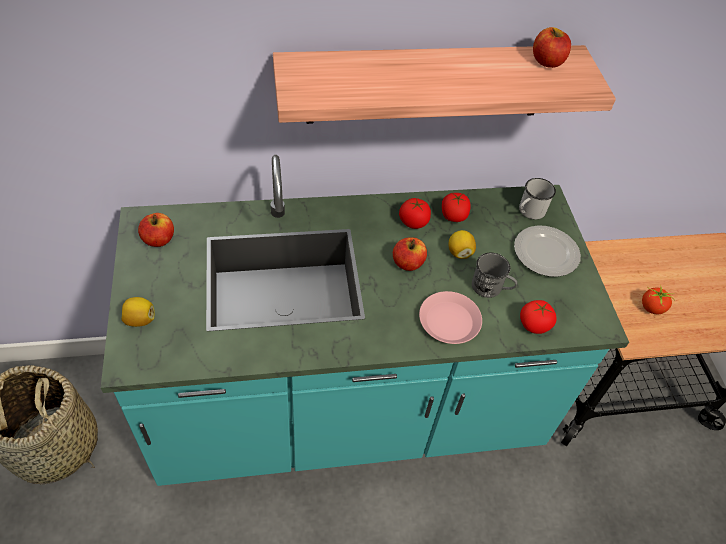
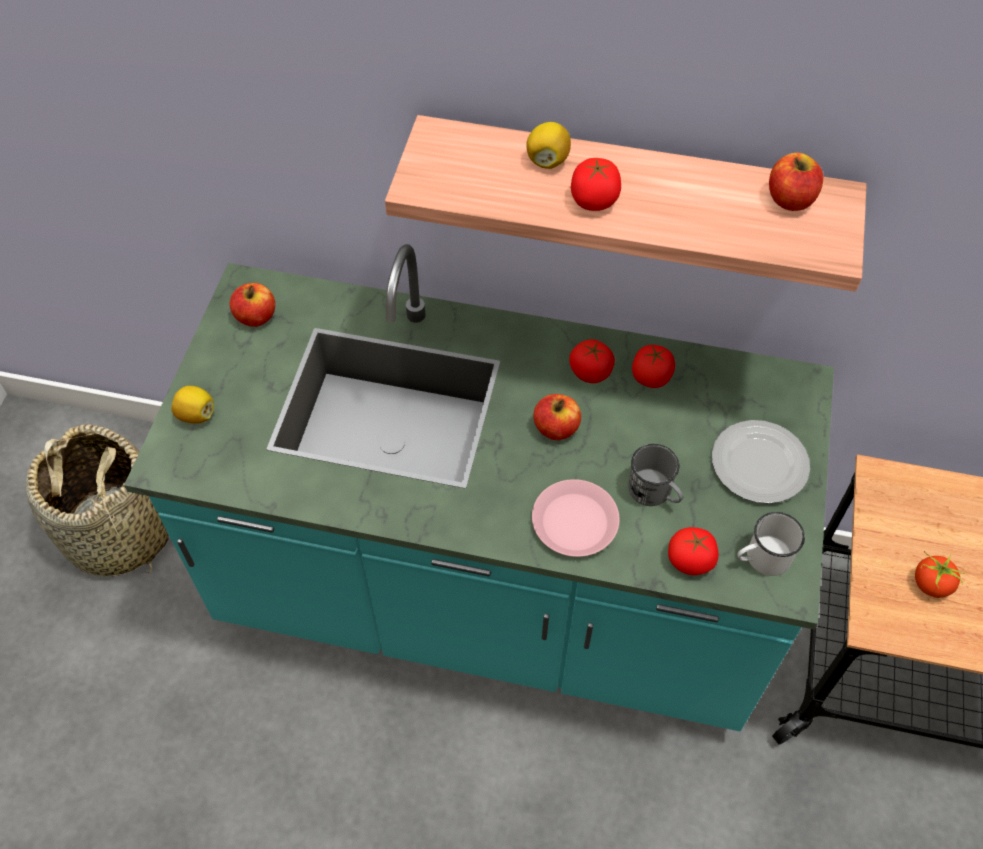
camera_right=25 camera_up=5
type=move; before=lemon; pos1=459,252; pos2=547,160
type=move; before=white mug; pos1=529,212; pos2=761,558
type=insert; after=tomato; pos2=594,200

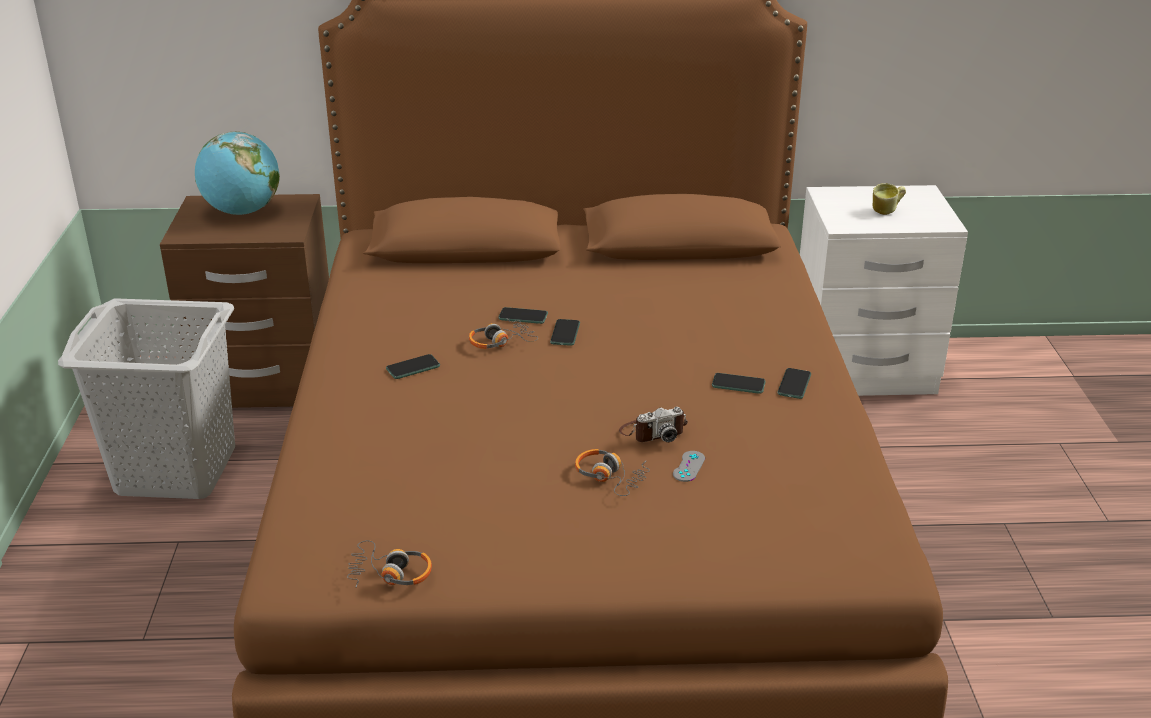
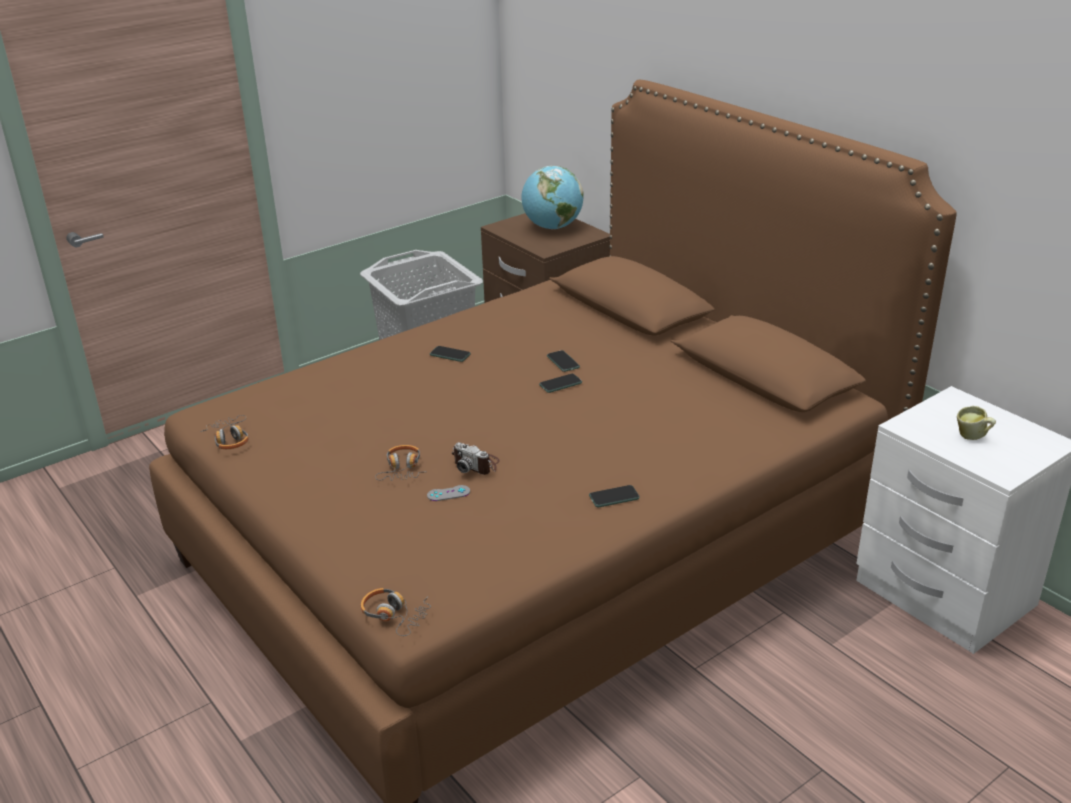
camera_right=55 camera_up=0
type=move; before=headphones; pos1=501,342; pos2=394,616
type=delete; before=phone; pos1=738,384

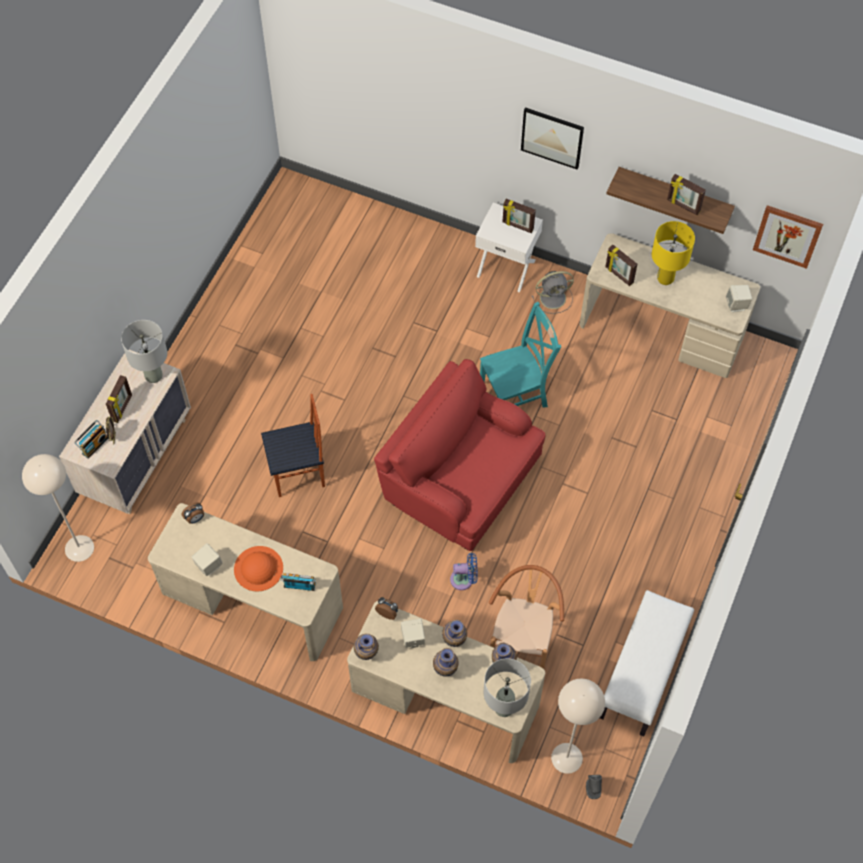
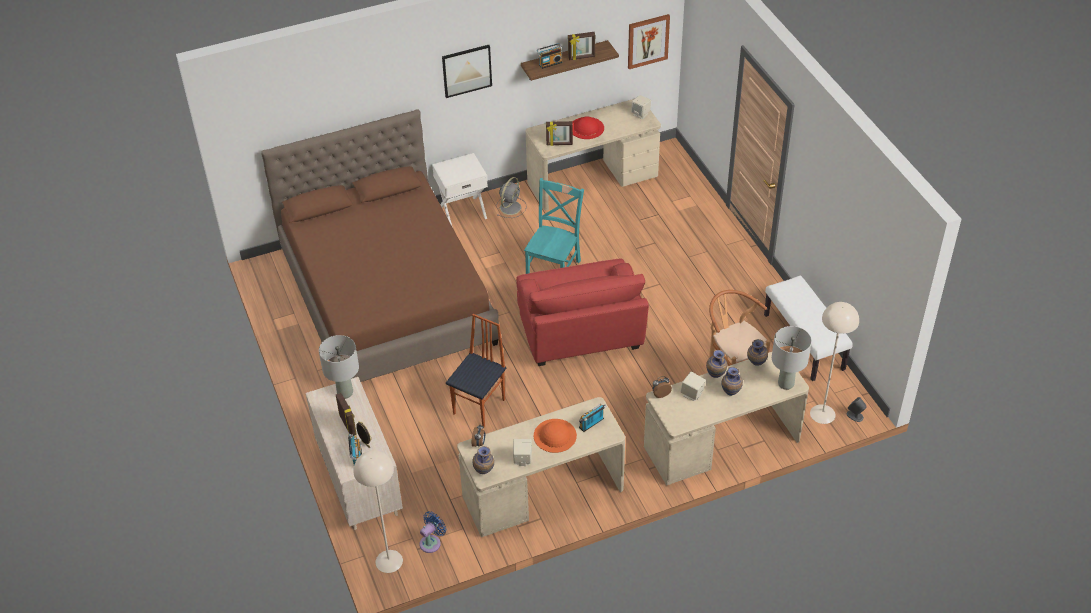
camera_right=-45 camera_up=-15
type=move; before=vase; pos1=366,654; pos2=484,472
type=rotate; before=red armchair; pos1=460,479; pos2=580,333; turn=-90
type=move; before=blue fan; pos1=464,579; pos2=432,542
type=delete; before=picture frame; pos1=517,226
type=replace; before=yellow table lamp; after=red hat; pos1=665,278; pos2=586,128
type=insert; after=brown bed; pos2=387,296
type=insert; after=radio; pos2=550,63

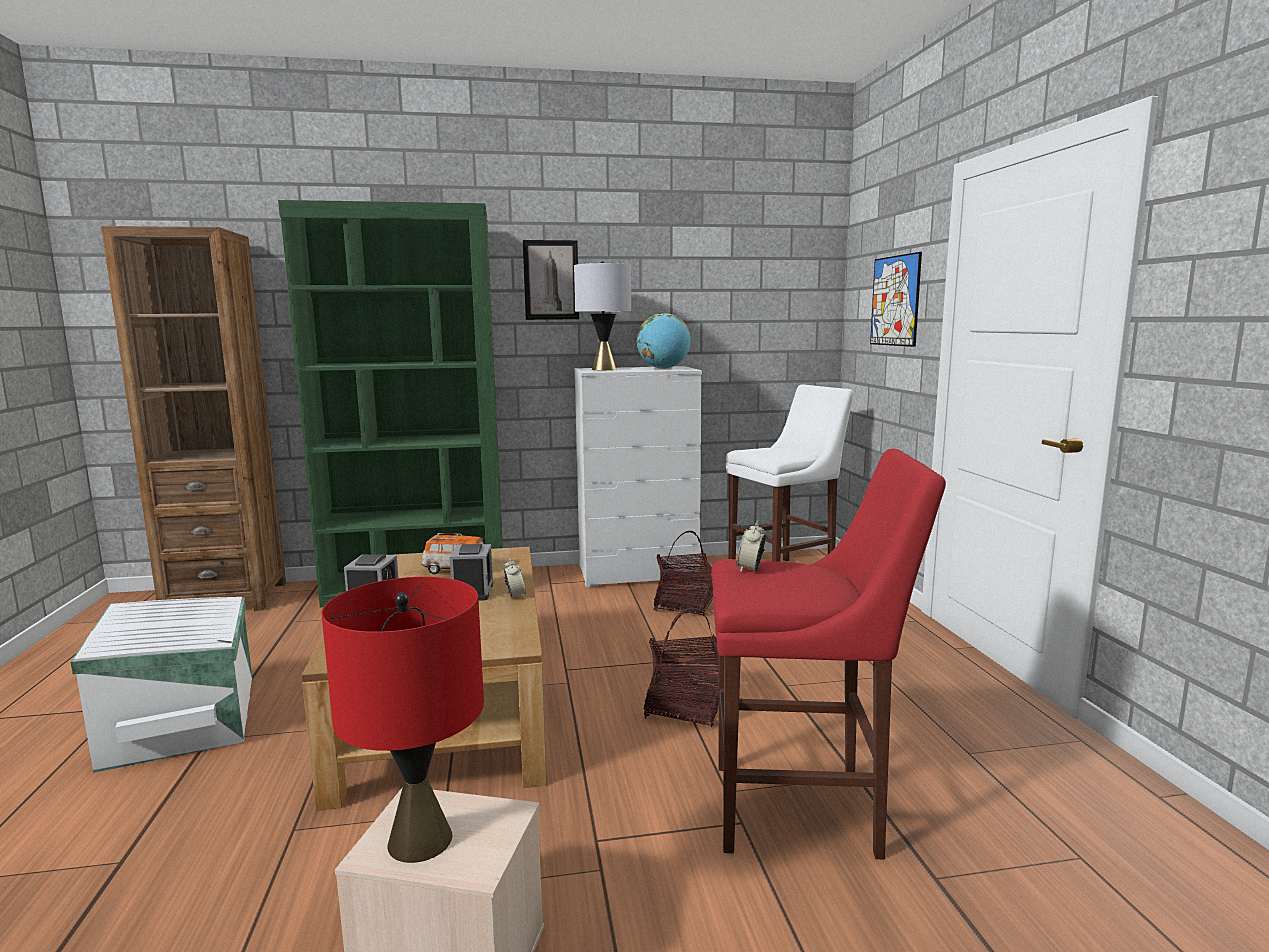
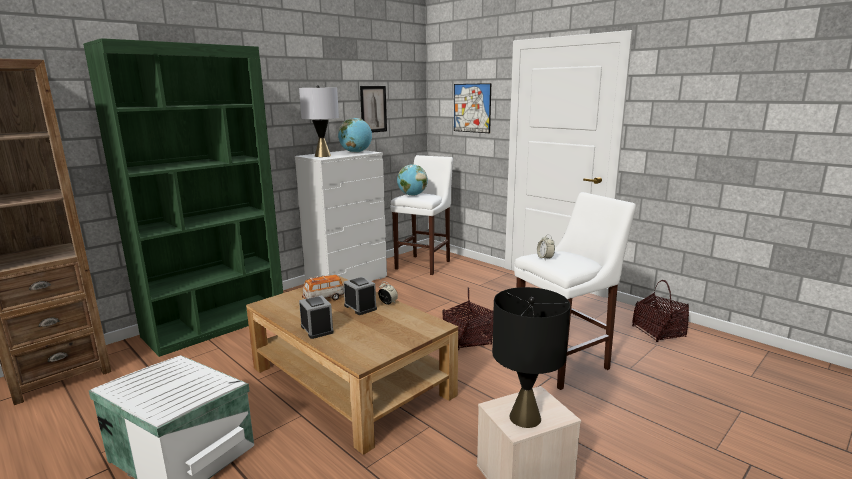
camera_right=-35 camera_up=5
type=recolor; before=red table lamp; after=black table lamp; pos1=420,840; pos2=524,417
type=move; before=picture; pos1=551,280; pos2=373,109
type=move; before=basket; pos1=684,605; pos2=658,332
type=recolor; before=red stool; after=white stool; pos1=804,810; pos2=565,363
type=insert; after=globe; pos2=412,195

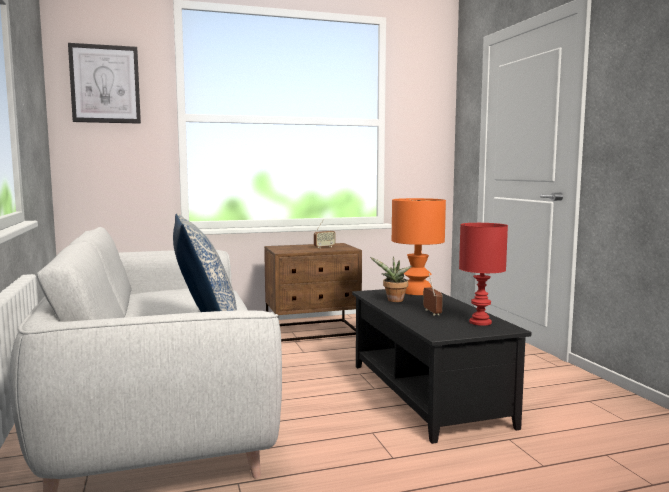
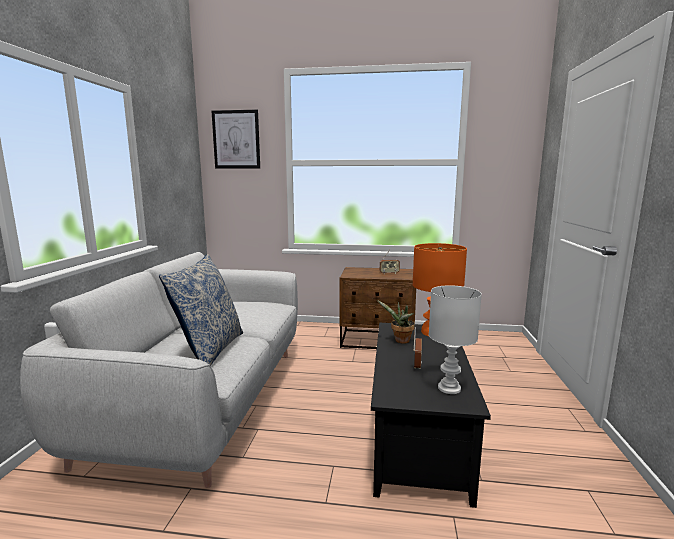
camera_right=25 camera_up=5
type=recolor; before=red table lamp; after=white table lamp; pos1=479,322; pos2=449,388

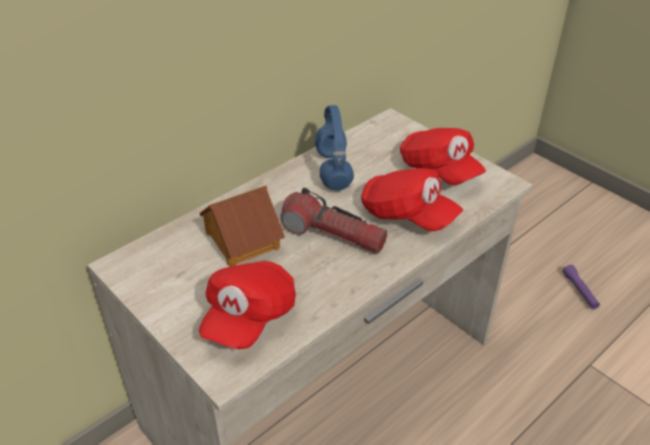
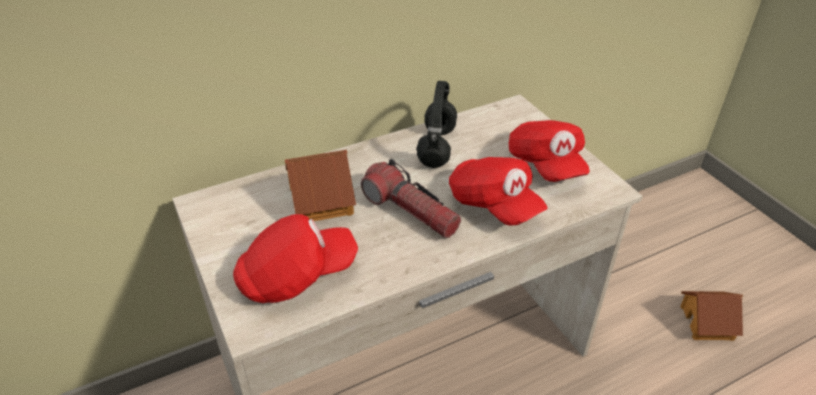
camera_right=15 camera_up=0
type=rotate; before=red cap; pos1=249,316; pos2=296,276; turn=-150
type=recolor; before=blue headphones; after=black headphones; pos1=332,169; pos2=436,146
type=replace; before=purple flashlight; after=toy house; pos1=579,291; pos2=707,322

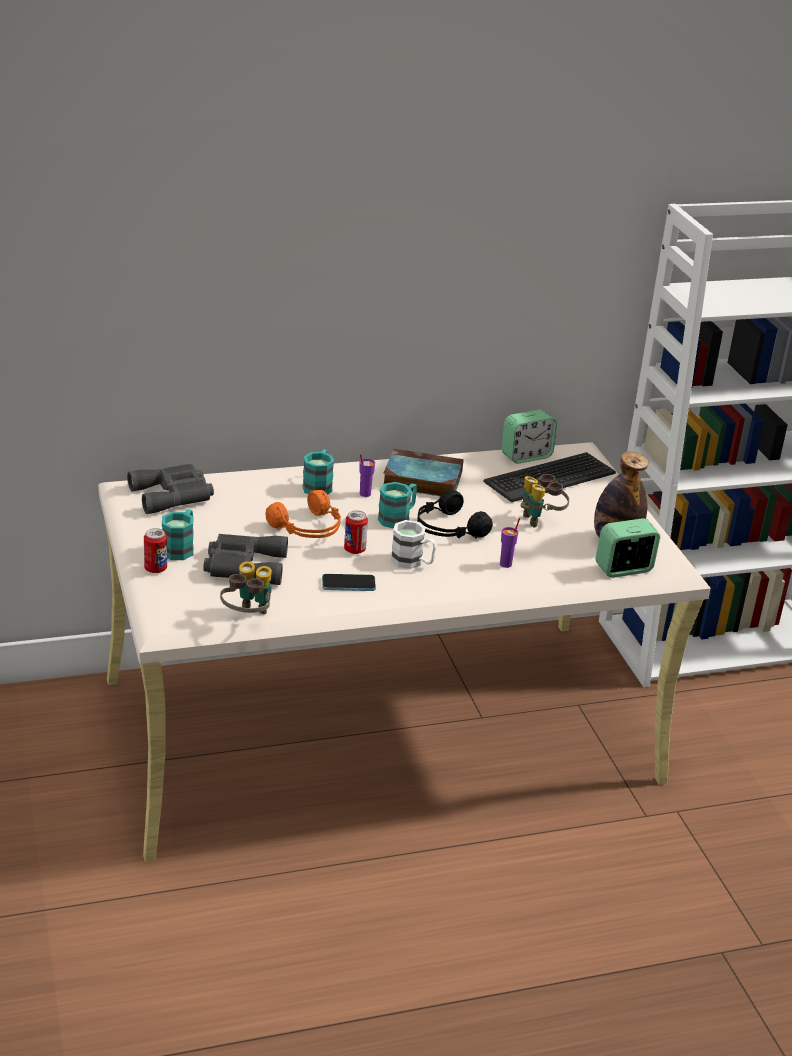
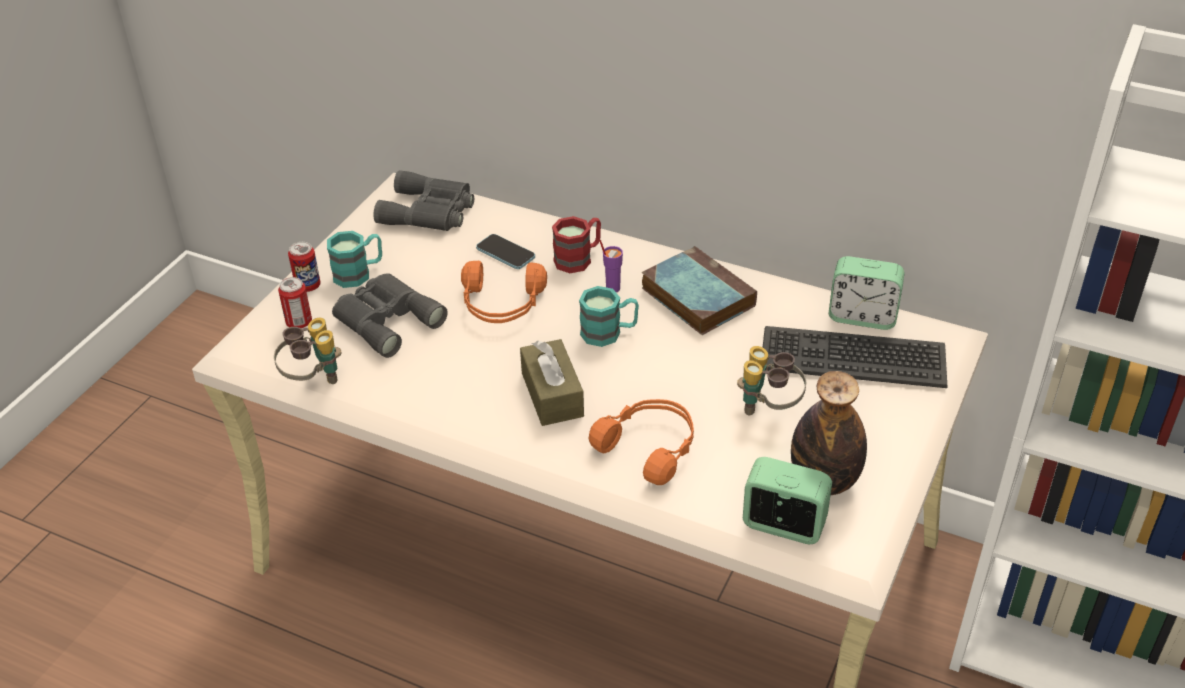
camera_right=45 camera_up=10
type=recolor; before=turquoise mug; after=red mug; pos1=318,485; pos2=579,258
type=move; before=phone; pos1=348,584; pos2=505,253
type=move; before=can; pos1=354,550; pos2=299,322
type=replace; before=white mug; after=brown tissue box; pos1=413,562; pos2=552,394
type=delete; before=black headphones; pos1=447,529
type=replace; before=purple cup; after=orange headphones; pos1=506,564; pos2=650,447

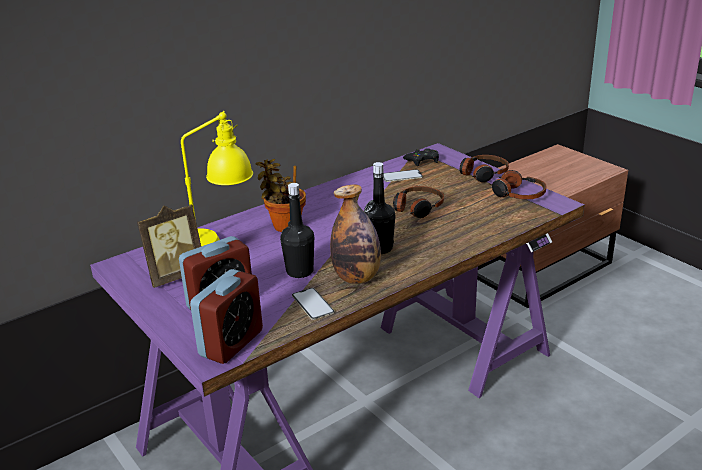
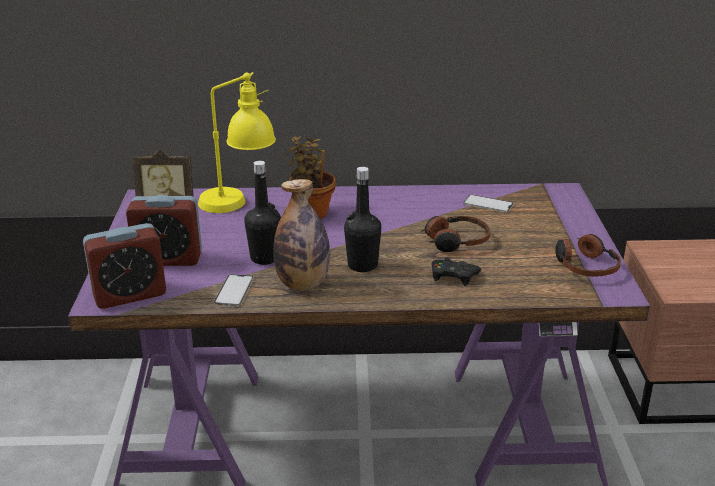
camera_right=35 camera_up=0
type=move; before=black game controller; pos1=422,160; pos2=453,276
type=delete; before=headphones; pos1=482,174

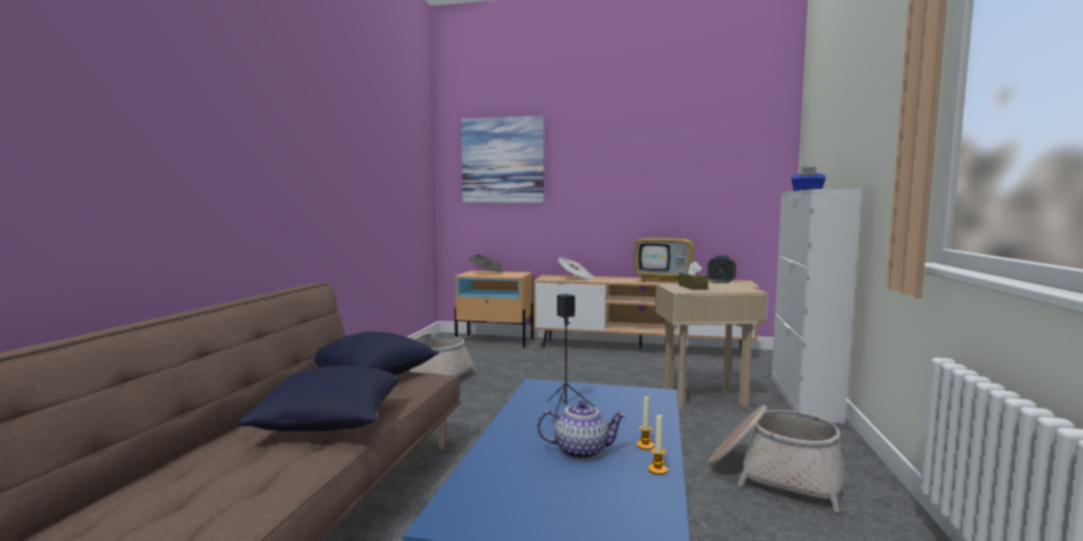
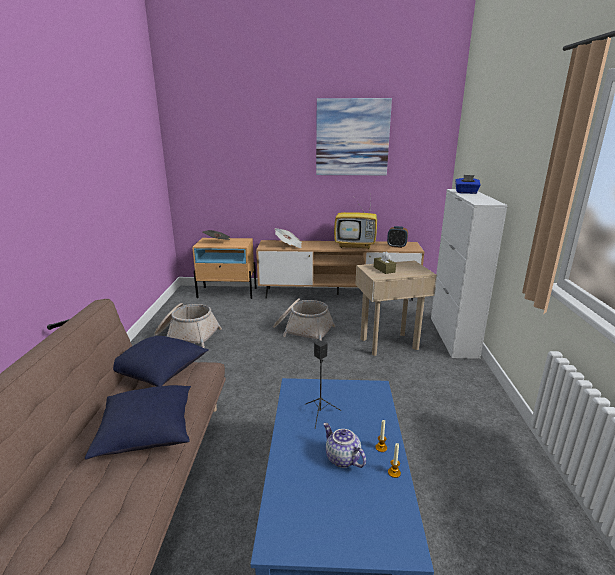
camera_right=-10 camera_up=15
type=move; before=picture; pos1=502,160; pos2=352,137
type=rotate; before=teapot; pos1=581,451; pos2=342,459; turn=-120
type=move; before=basket; pos1=774,475; pos2=302,330

